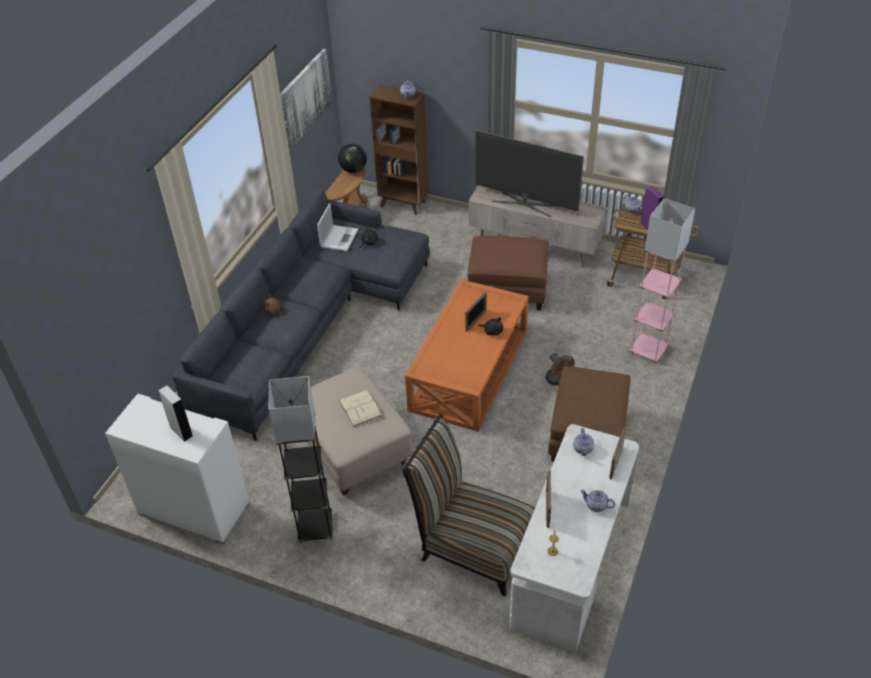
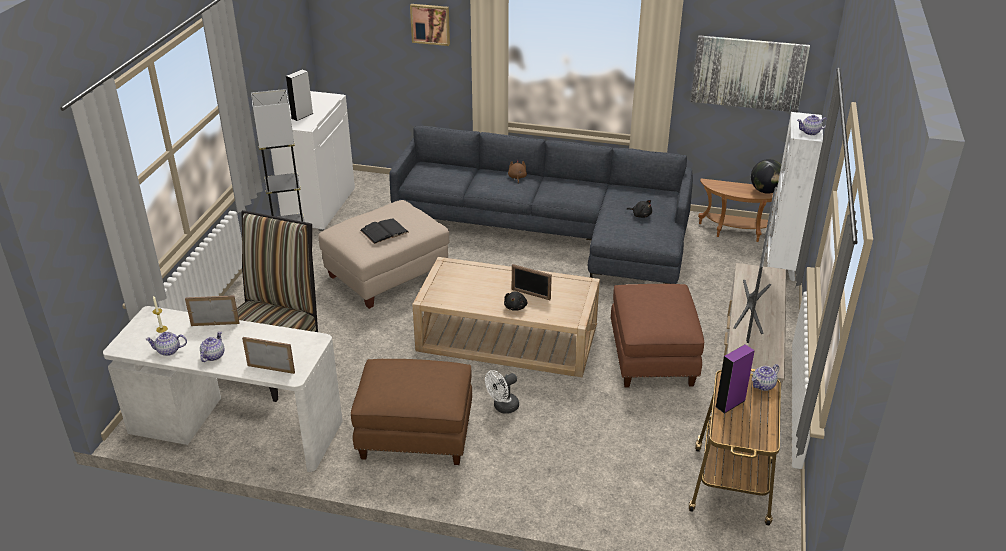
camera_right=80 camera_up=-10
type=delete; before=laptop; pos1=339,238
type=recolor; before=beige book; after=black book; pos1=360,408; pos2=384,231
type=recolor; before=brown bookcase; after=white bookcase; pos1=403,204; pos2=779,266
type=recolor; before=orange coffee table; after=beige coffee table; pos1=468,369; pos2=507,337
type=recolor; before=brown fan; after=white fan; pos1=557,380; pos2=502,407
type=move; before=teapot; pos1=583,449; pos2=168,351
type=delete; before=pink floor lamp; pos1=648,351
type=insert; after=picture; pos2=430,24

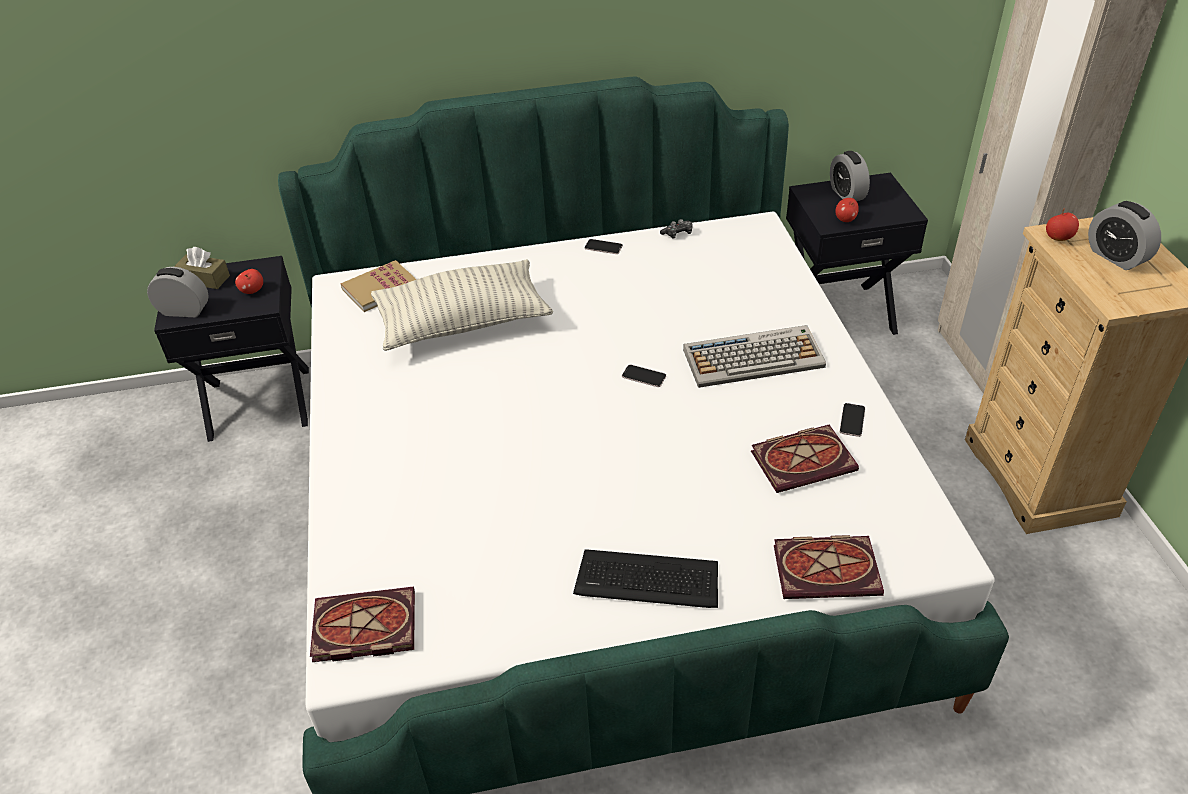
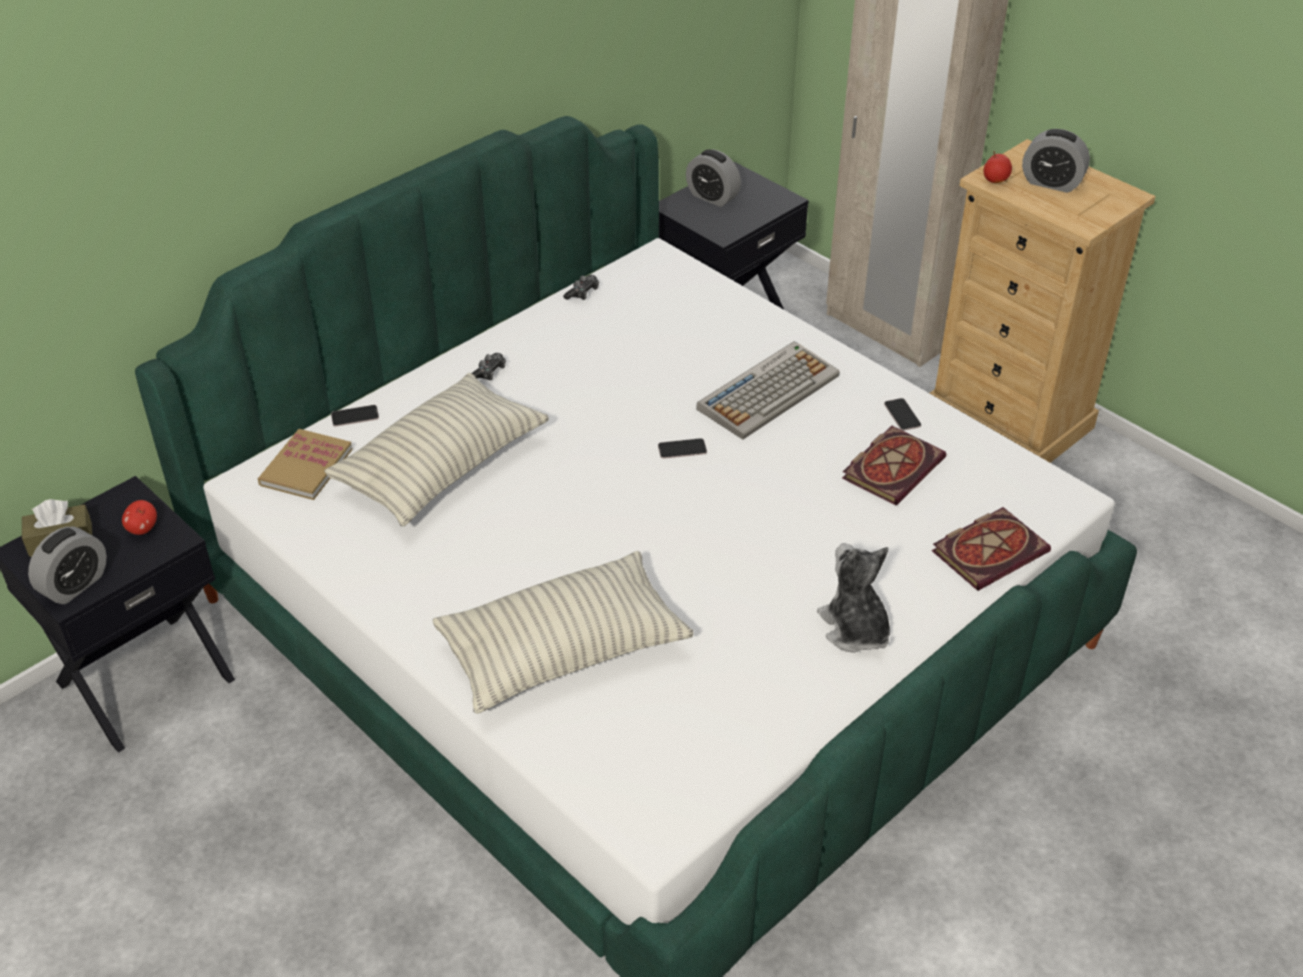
camera_right=-35 camera_up=0
type=rotate; before=alarm clock; pos1=184,310; pos2=75,585; turn=150
type=delete; before=book; pos1=362,629
type=replace; before=keyboard; after=plush toy; pos1=647,580; pos2=854,629
type=move; before=phone; pos1=603,247; pos2=355,416
type=delete; before=apple; pos1=845,219
type=insert; after=pillow; pos2=563,651
type=insert; after=game controller; pos2=489,372

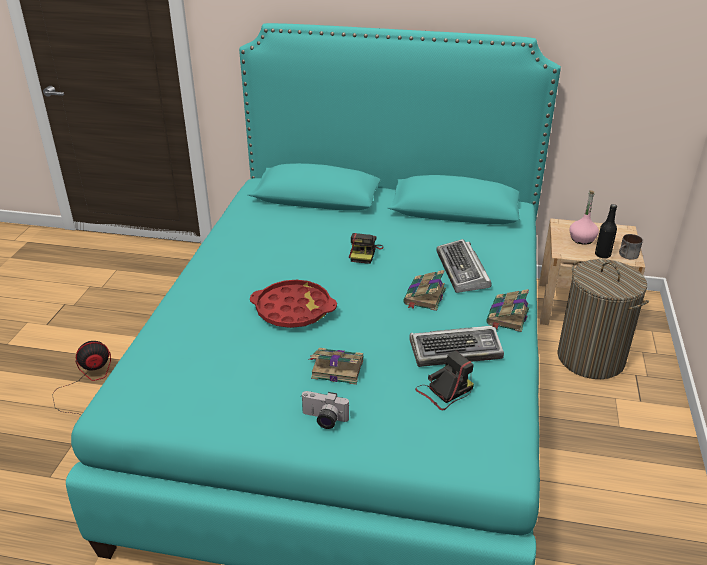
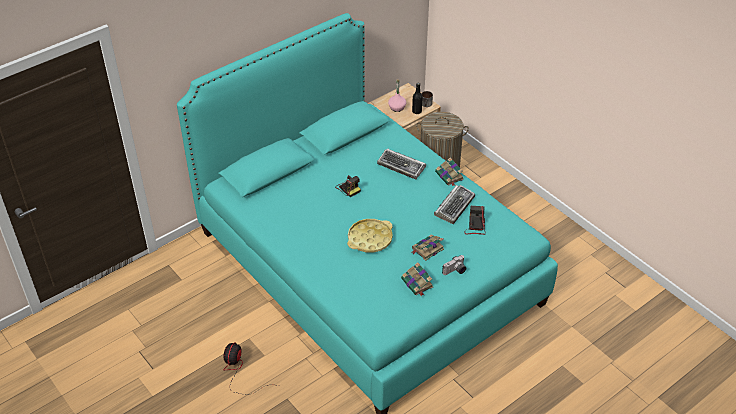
camera_right=-50 camera_up=10
type=recolor; before=red tray; after=yellow tray; pos1=293,309; pos2=370,239
type=move; before=book; pos1=424,297; pos2=417,283

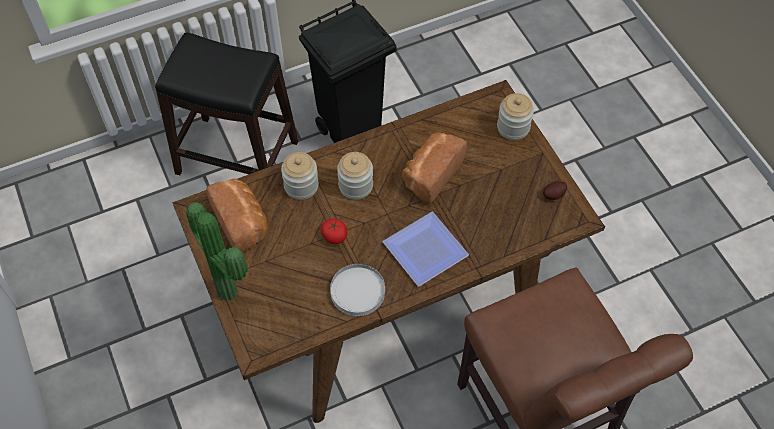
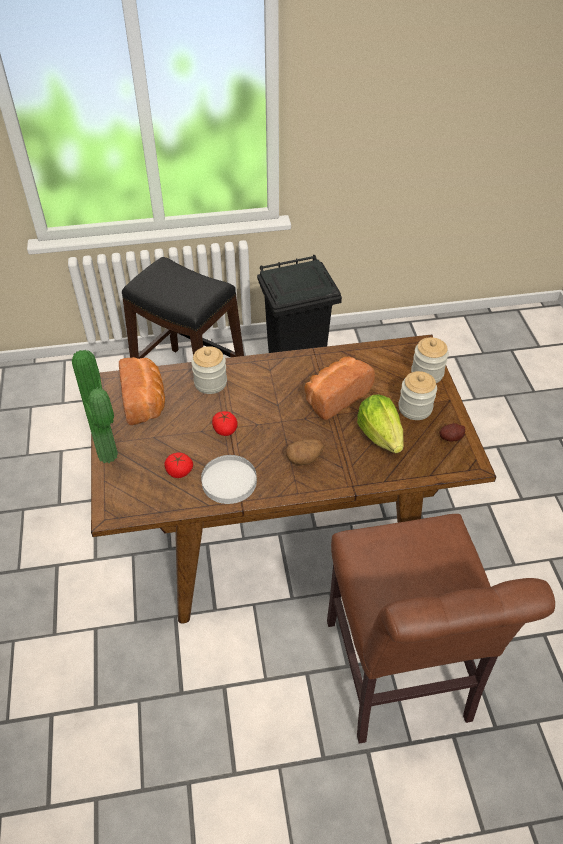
camera_right=15 camera_up=-10
type=move; before=jar; pos1=355,186; pos2=415,408
type=replace; before=plate; after=potato; pos1=422,250; pos2=304,459
type=insert; after=tomato; pos2=179,471
type=insert; after=lettuce; pos2=380,435

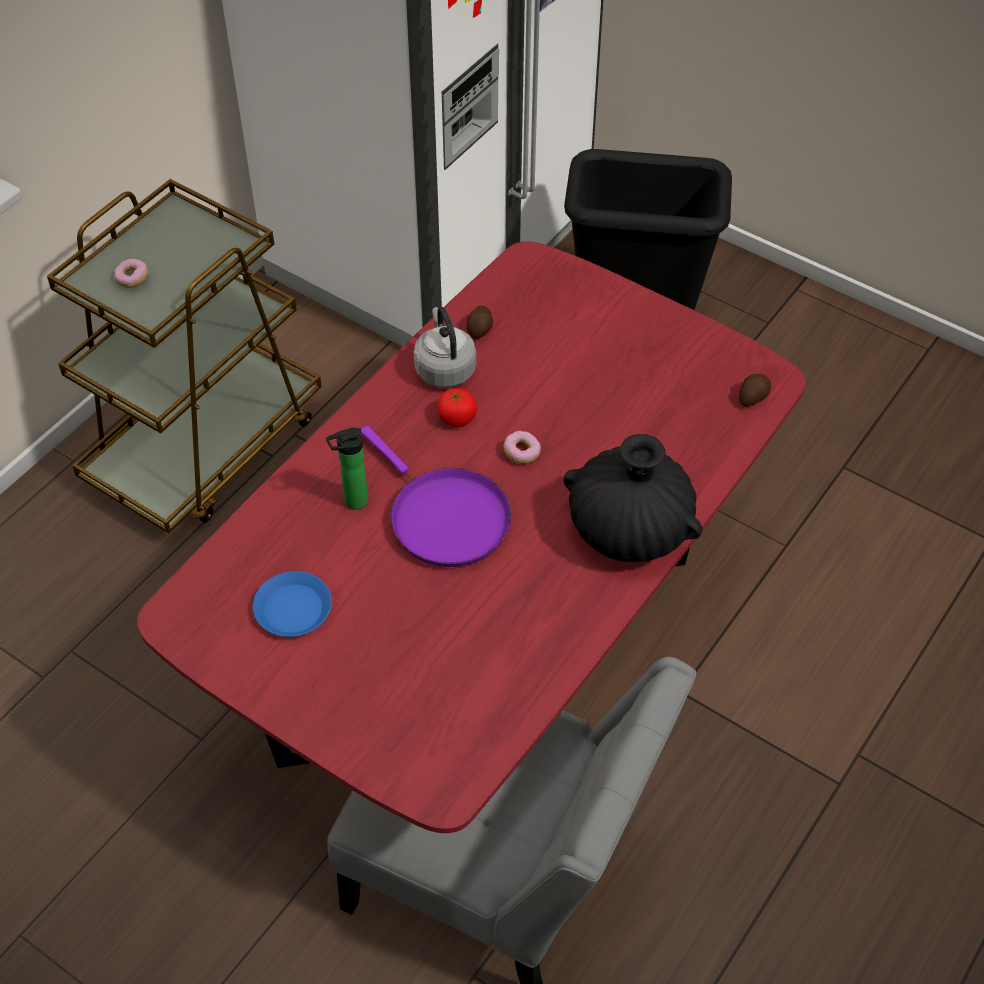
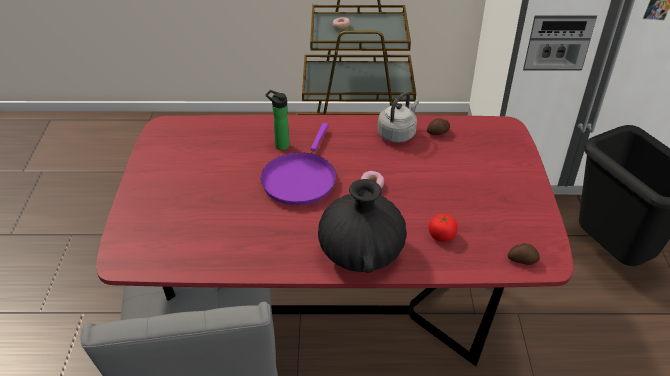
camera_right=55 camera_up=-10
type=delete; before=blue plate; pos1=293,609
type=move; before=tomato; pos1=457,418; pos2=442,236

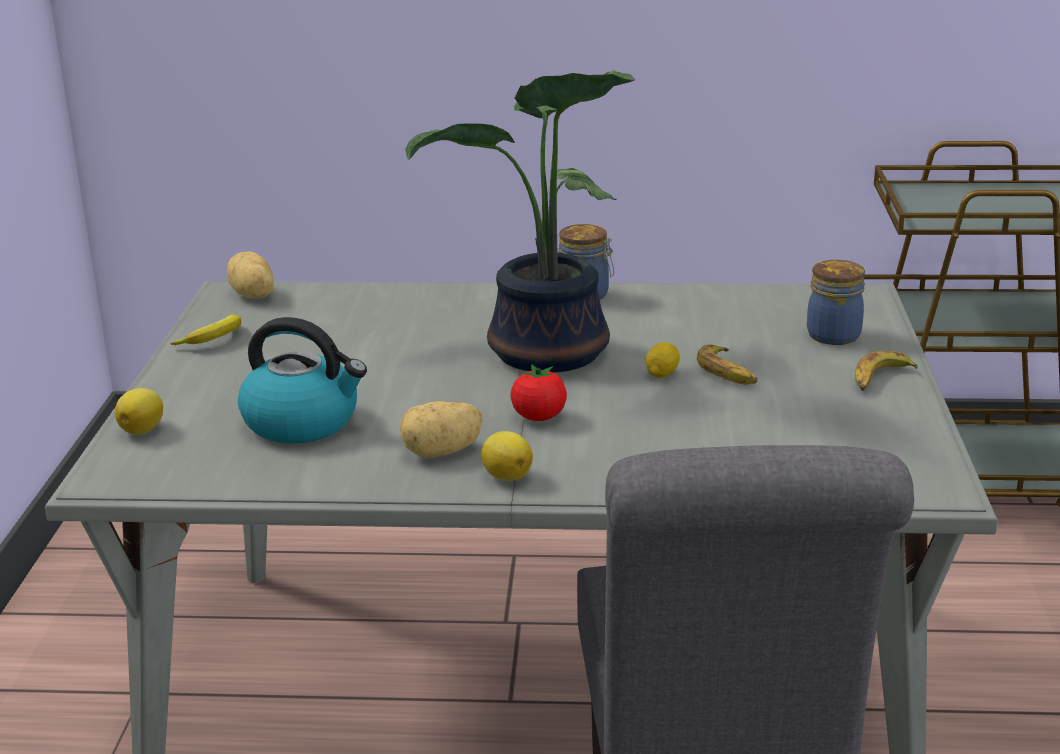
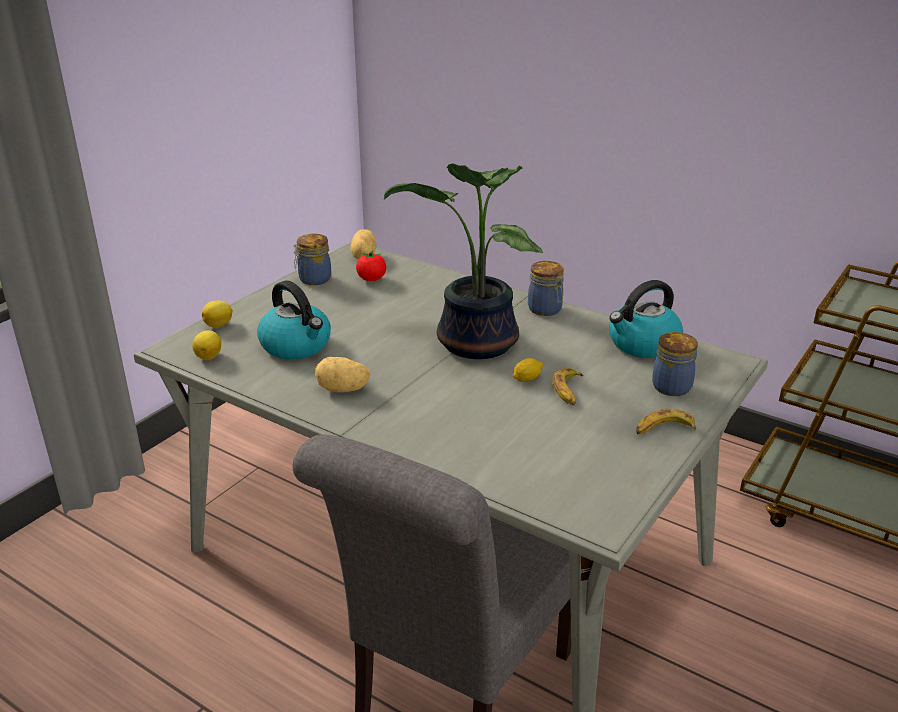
camera_right=30 camera_up=5
type=replace; before=banana; after=jar; pos1=214,339; pos2=313,279
type=move; before=lemon; pos1=506,476; pos2=209,356
type=move; before=tomato; pos1=539,417; pos2=371,279
type=insert; after=kettle; pos2=642,344

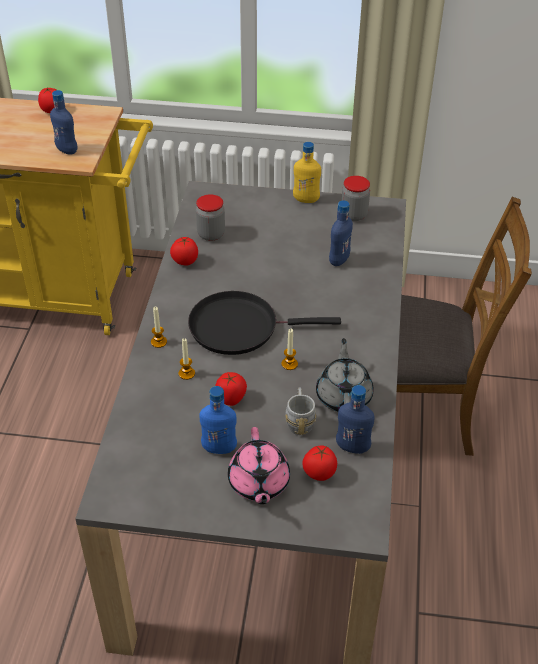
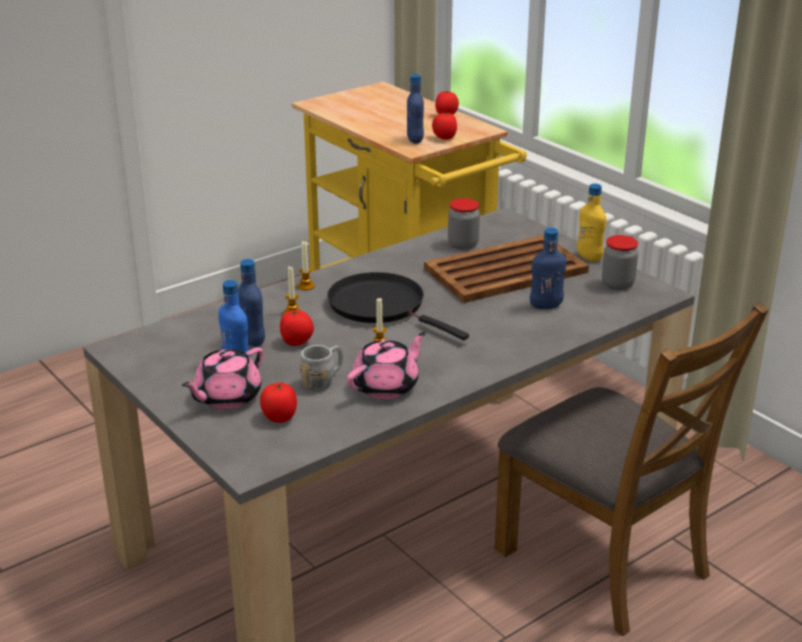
camera_right=45 camera_up=-15
type=move; before=tomato; pos1=185,262; pos2=444,138
type=recolor; before=grey teapot; after=pink teapot; pos1=344,396; pos2=387,386
type=move; before=blue bottle; pos1=352,447; pos2=253,341
type=insert; after=brown tray; pos2=507,270

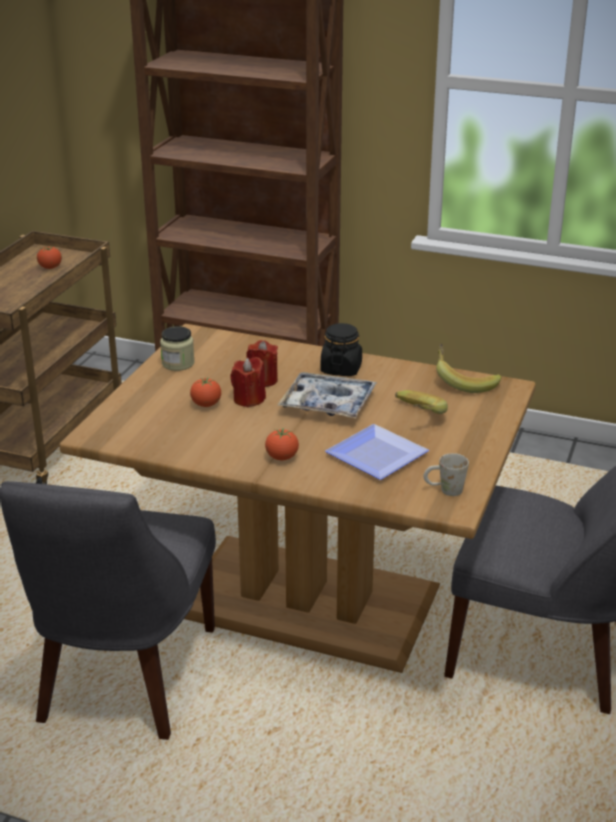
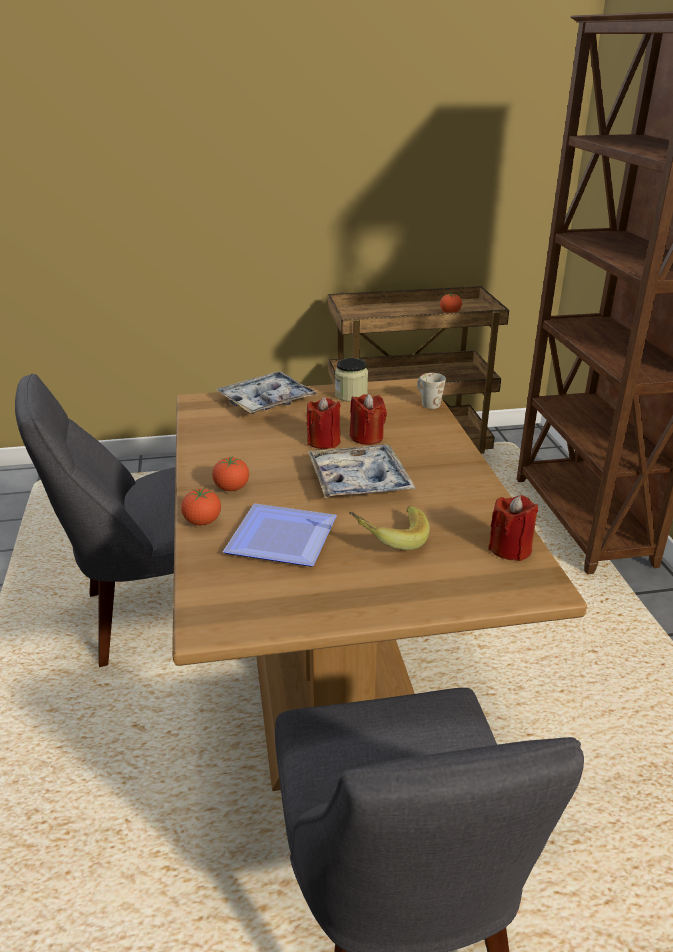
camera_right=60 camera_up=0
type=move; before=tomato; pos1=206,404; pos2=202,522
type=delete; before=black jar; pos1=341,369
type=move; before=white mug; pos1=444,490; pos2=427,403
type=replace; before=banana; after=red candle; pos1=464,382; pos2=510,549
type=insert; after=tray; pos2=266,401

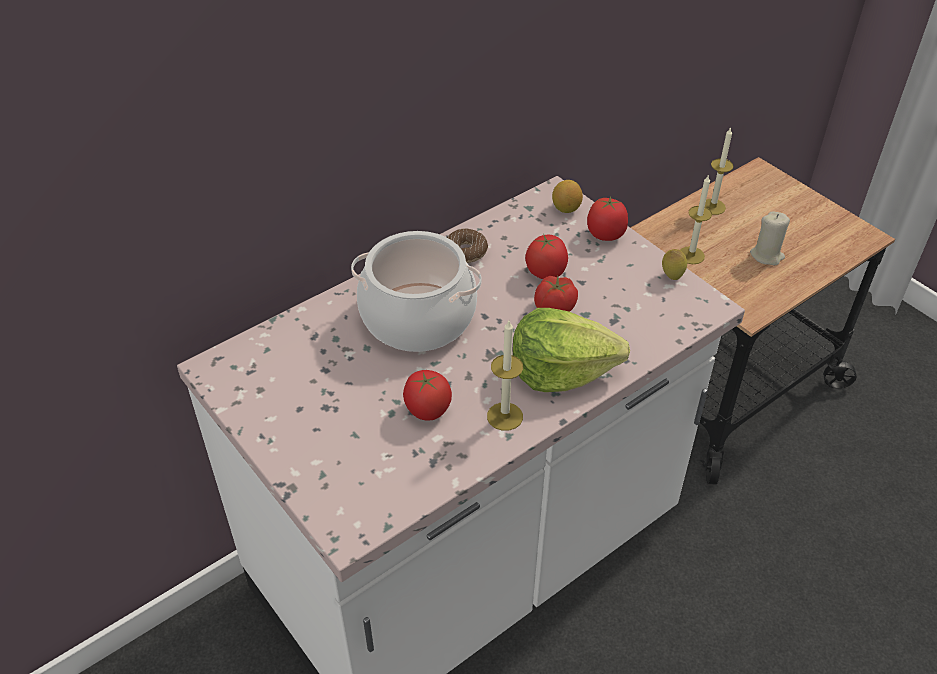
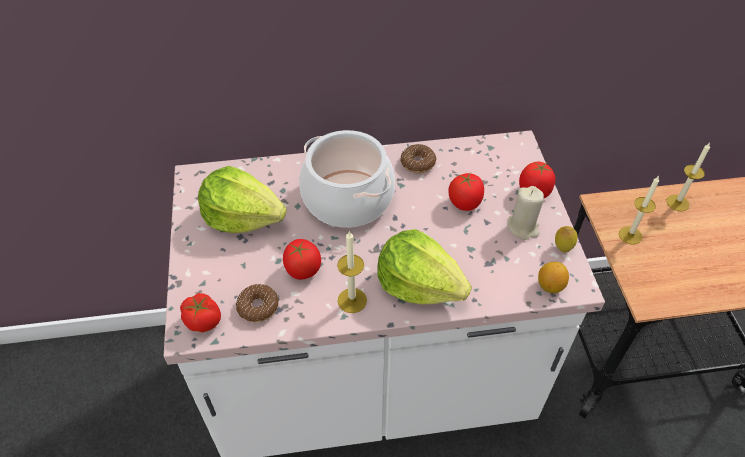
camera_right=30 camera_up=5
type=move; before=tomato; pos1=554,308; pos2=203,321
type=move; before=lemon; pos1=566,208; pos2=550,286
type=move; before=beige candle; pos1=767,255; pos2=523,227
type=insert; after=lettuce; pos2=242,217
type=insert; after=donut; pos2=258,307

